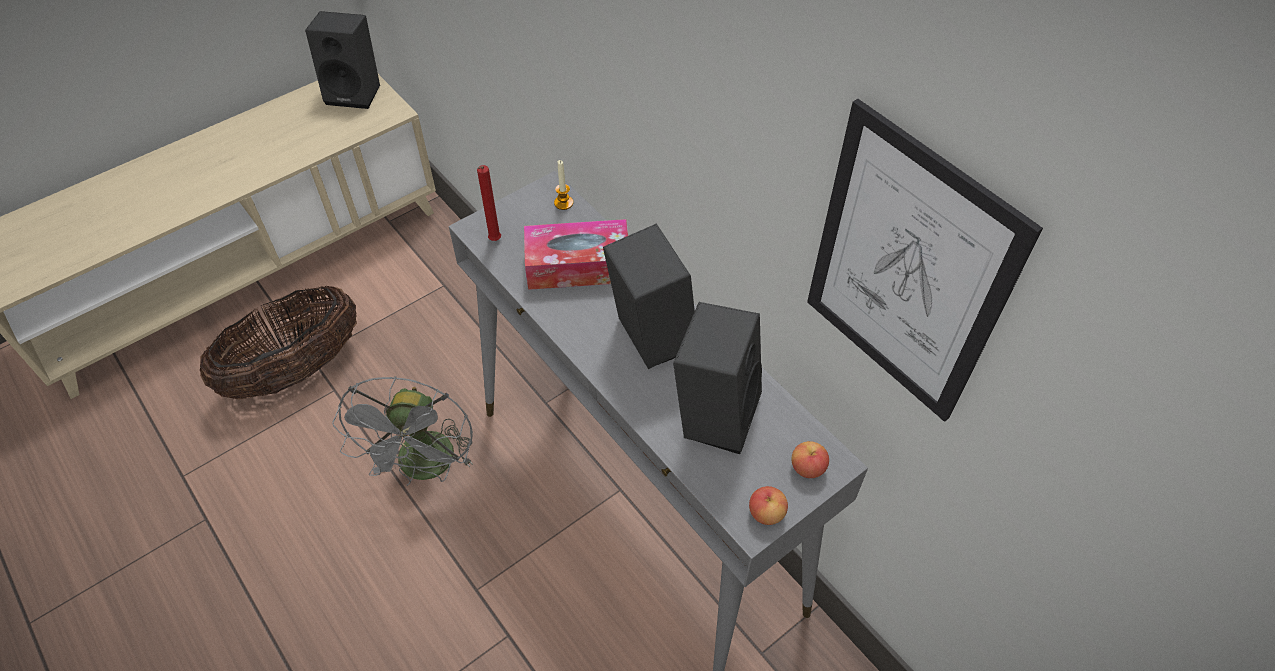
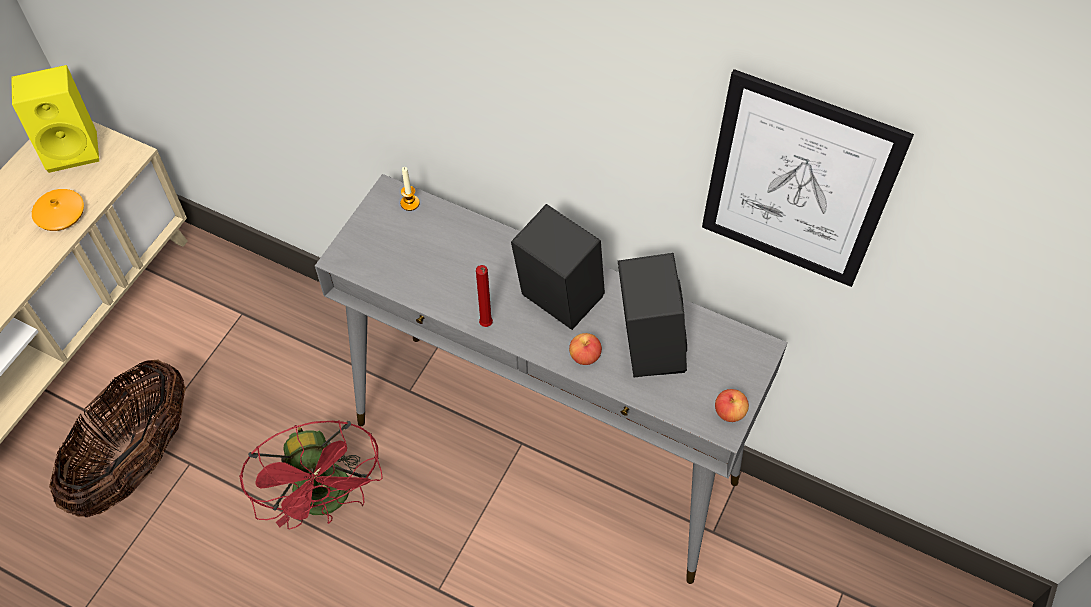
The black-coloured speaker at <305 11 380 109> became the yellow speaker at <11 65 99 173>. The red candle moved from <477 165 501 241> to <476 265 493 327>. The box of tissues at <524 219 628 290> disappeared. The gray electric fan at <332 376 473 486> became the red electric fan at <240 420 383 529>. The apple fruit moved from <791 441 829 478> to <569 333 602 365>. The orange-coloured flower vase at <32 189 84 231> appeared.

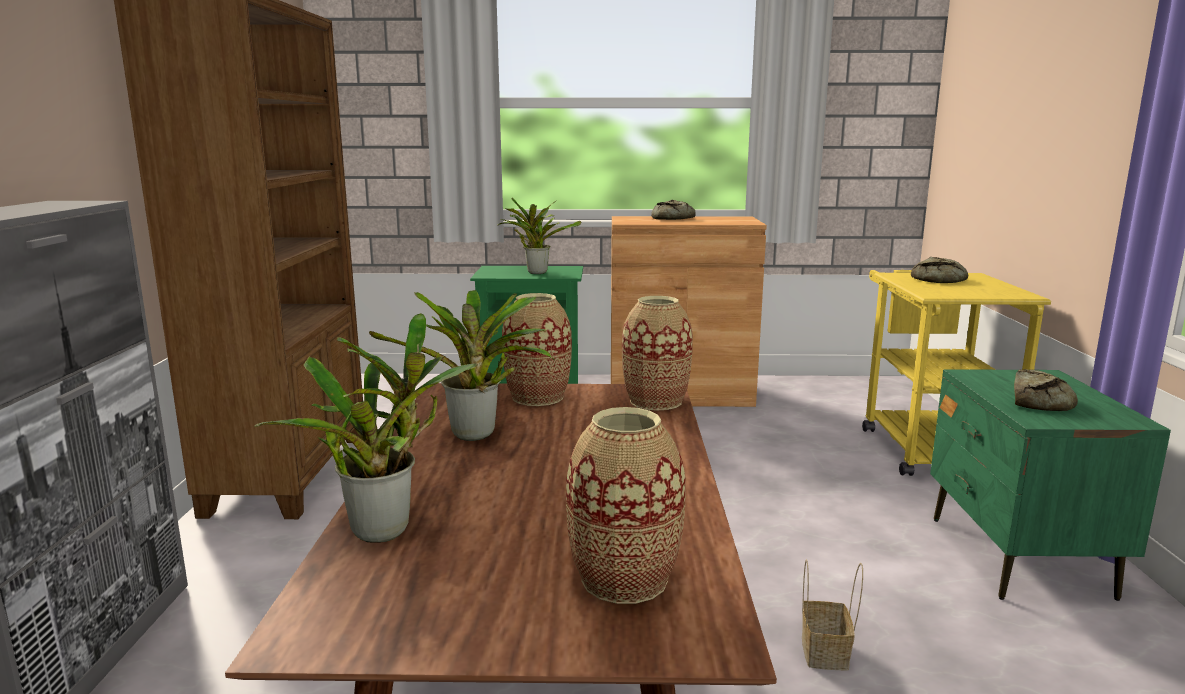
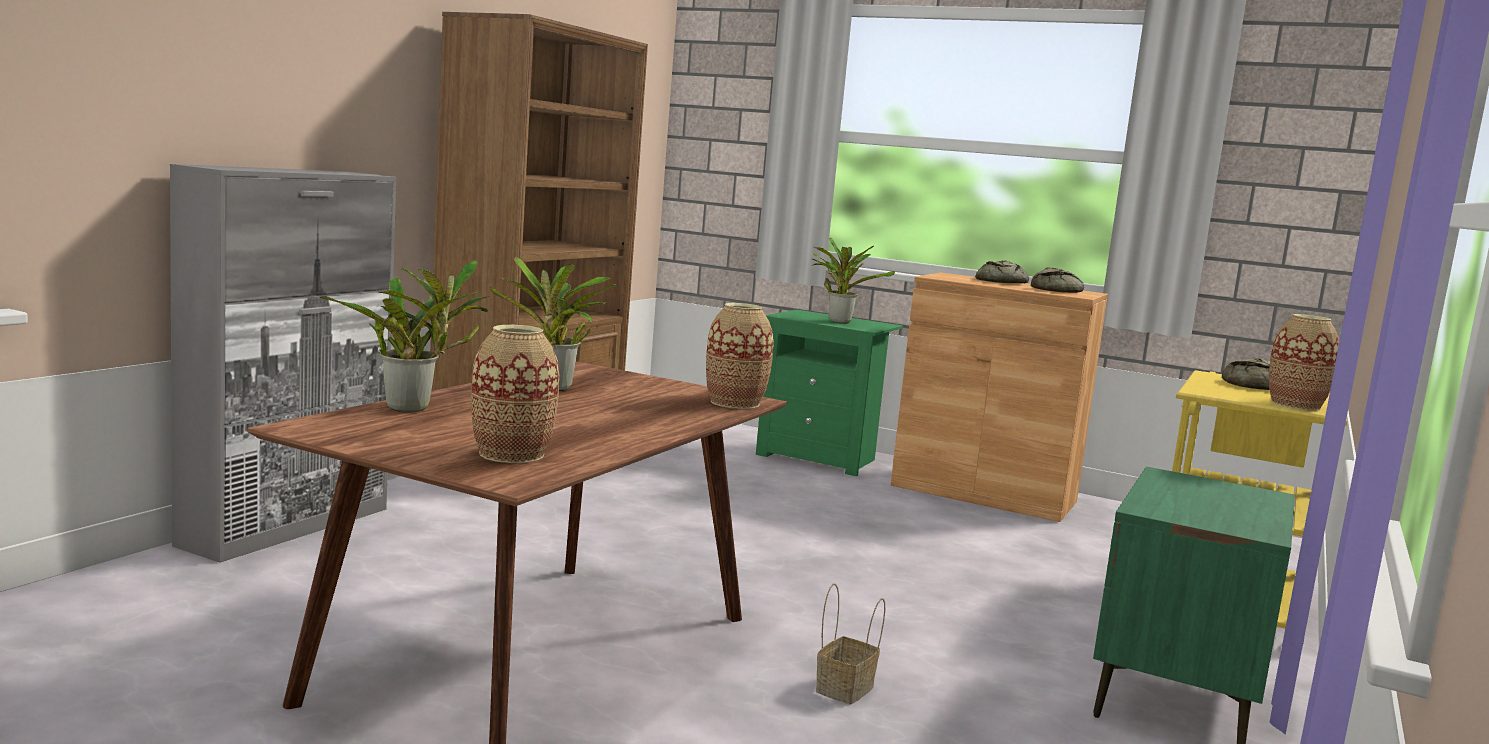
The flower vase moved from <502 293 572 406> to <1269 314 1339 411>. The bread moved from <1014 369 1078 411> to <1031 267 1084 293>.

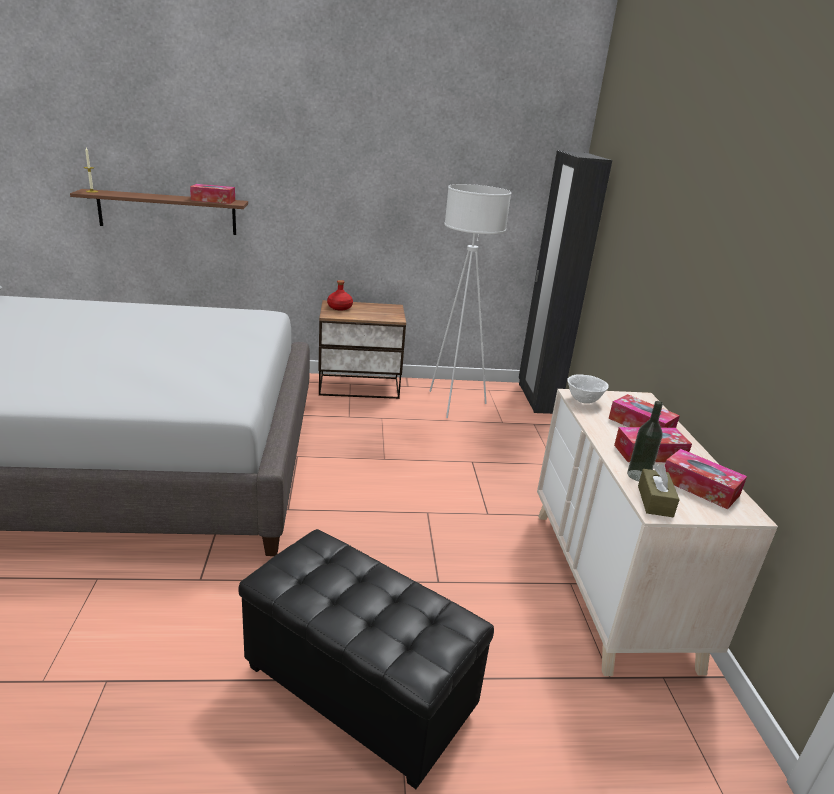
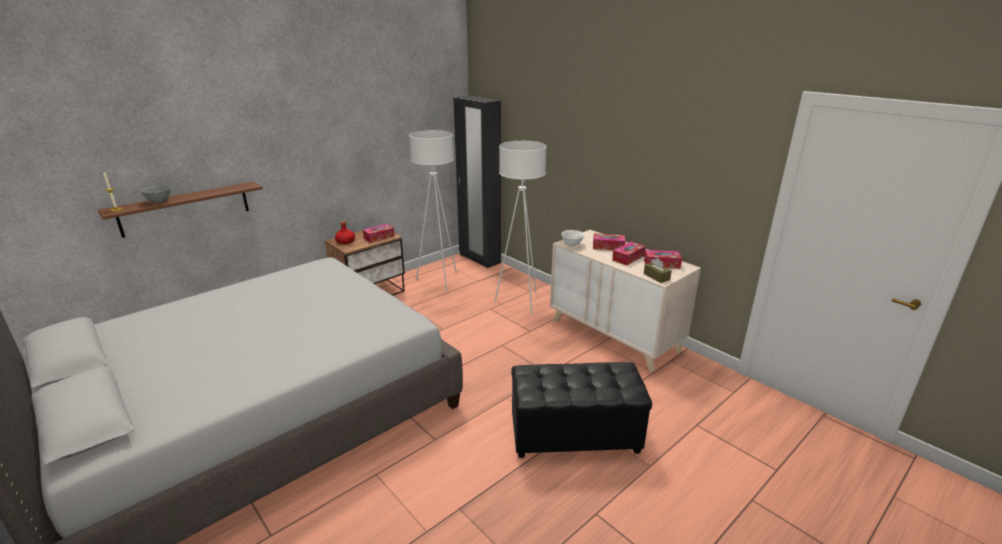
The box of tissues moved from <190 184 235 204> to <363 224 395 243>. The bottle at <627 401 663 481> disappeared. The white-coloured standard lamp at <495 141 547 314> appeared. The gray deep dish at <141 185 171 203> appeared.

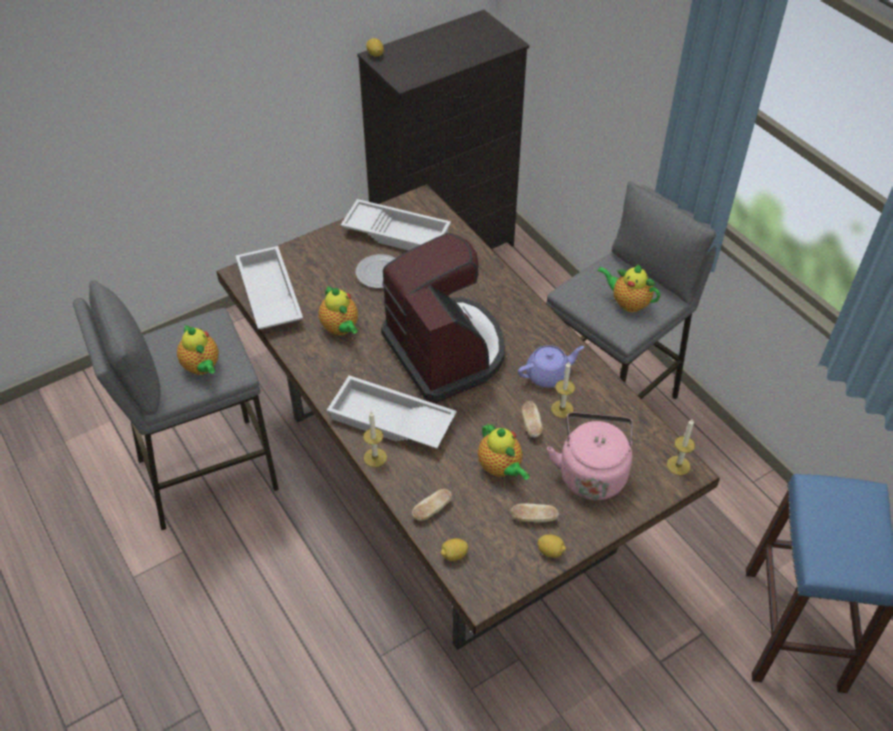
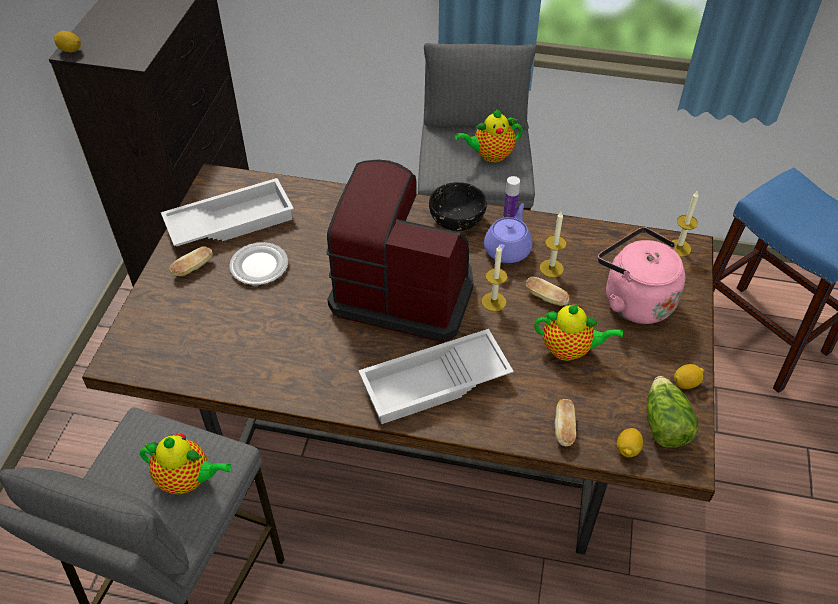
The white-coloured serving tray at <236 246 303 329> disappeared. The pot for tea at <319 286 358 336> disappeared. The candle moved from <363 411 387 467> to <481 245 508 312>. The bread moved from <511 504 559 523> to <170 247 213 276>. The bottle at <503 176 520 218> appeared. The black-coloured deep dish at <429 182 487 231> appeared. The lettuce head at <647 376 698 448> appeared.

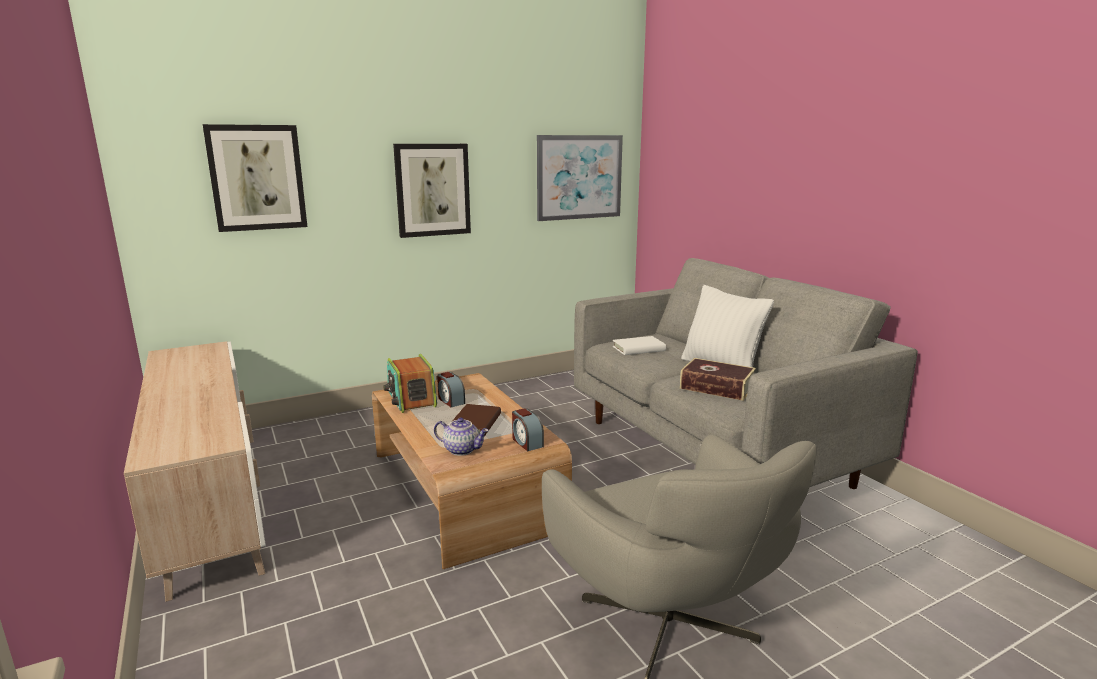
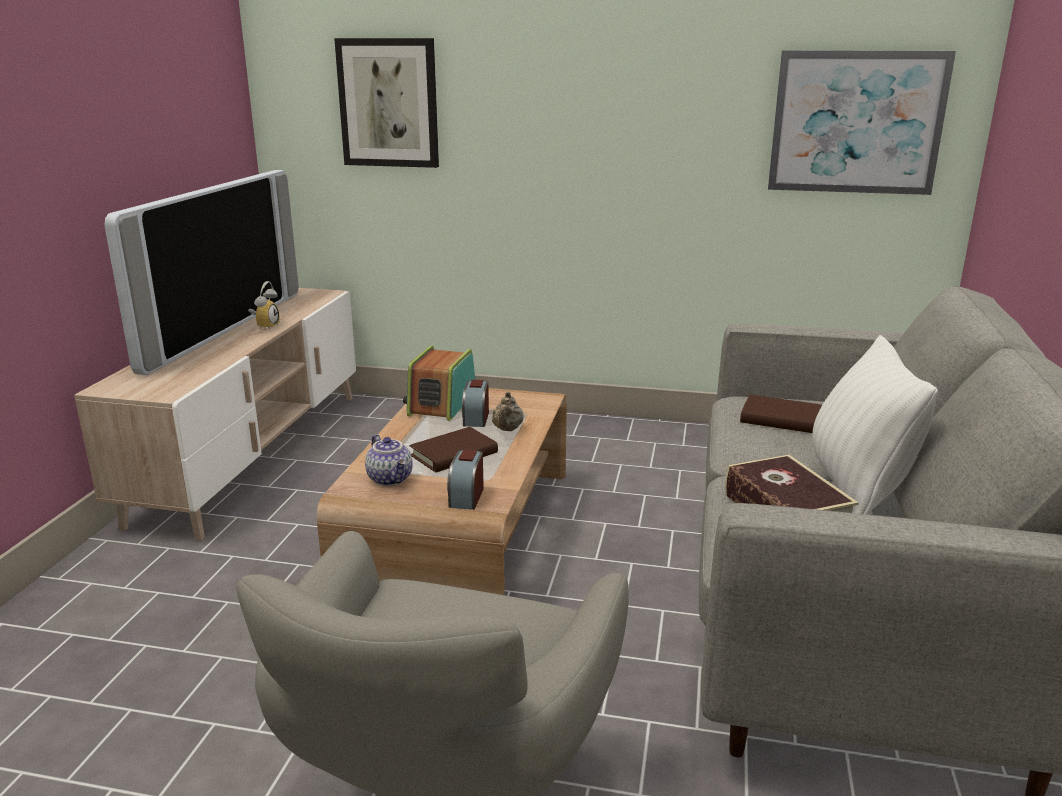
The wall art at <393 144 471 238> disappeared. The white-coloured bound book at <613 336 666 355> became the brown-coloured bound book at <740 395 822 433>. The television at <104 170 299 375> appeared. The alarm clock at <248 281 280 330> appeared. The beige-coloured pot for tea at <492 392 524 431> appeared.

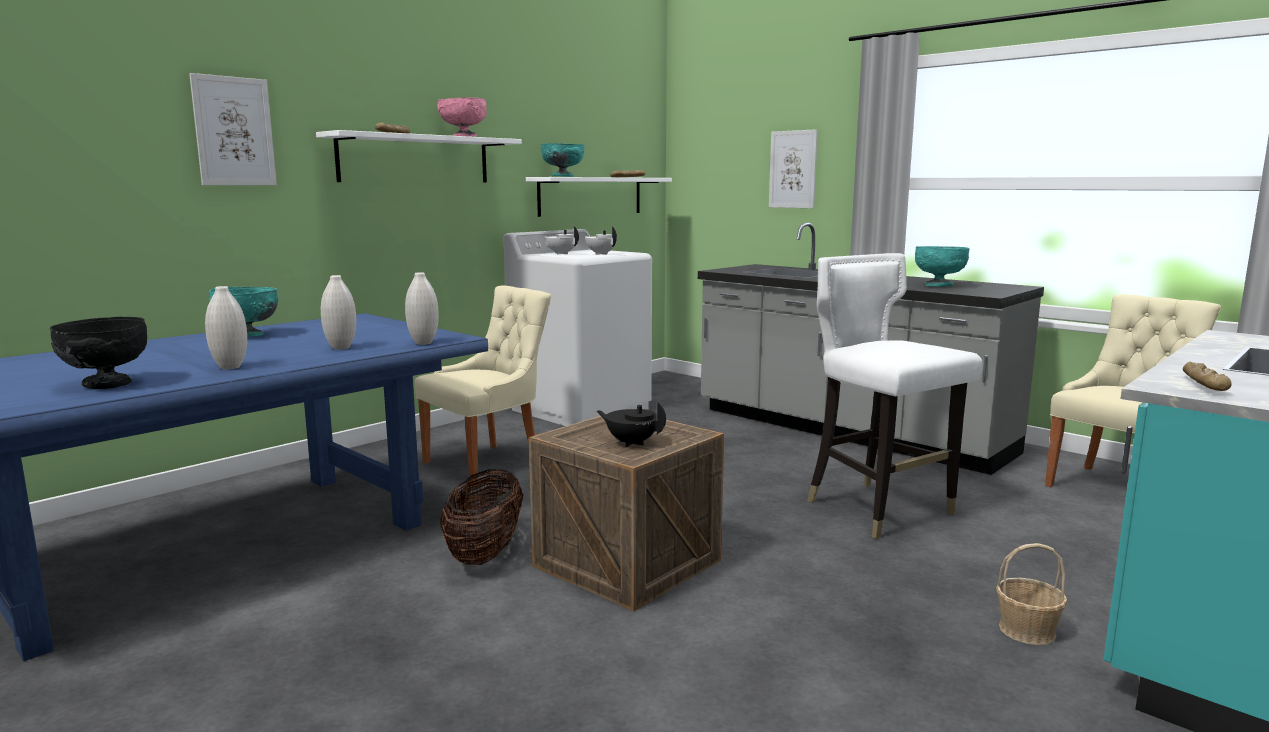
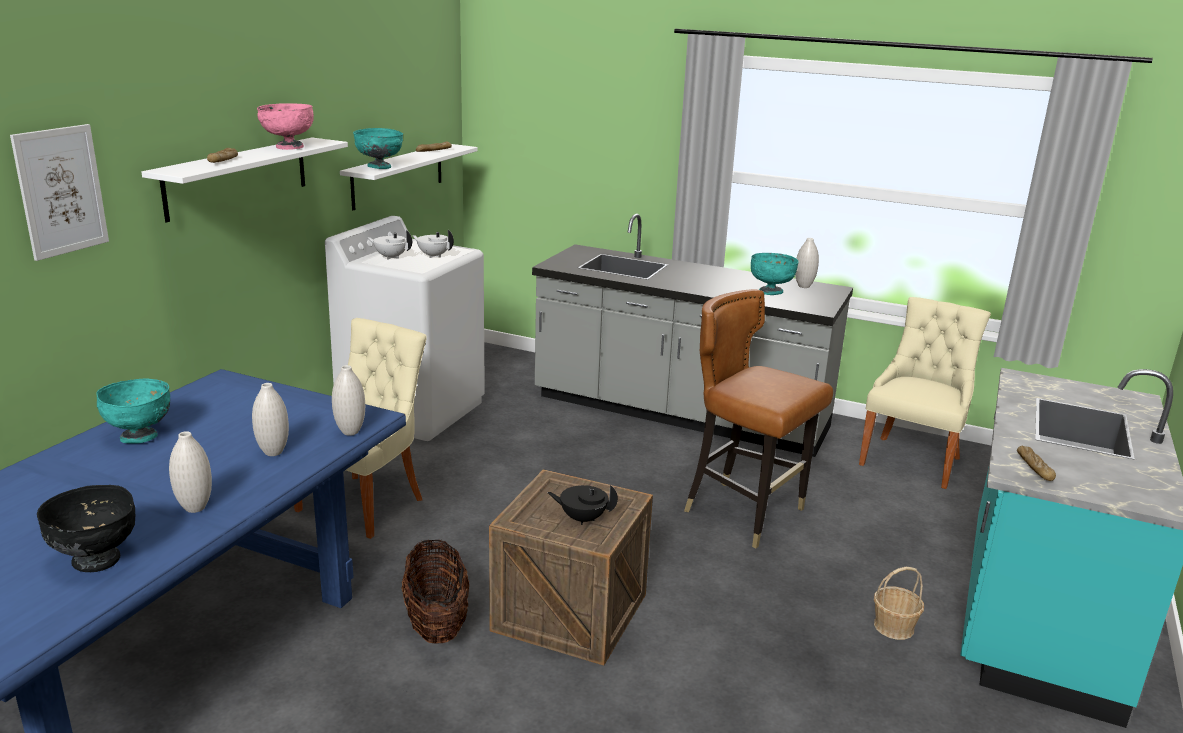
The wall art at <769 129 818 208> disappeared. The white-coloured upright chair at <807 253 983 539> became the brown-coloured upright chair at <684 289 833 548>. The white-coloured flower vase at <795 238 819 288> appeared.

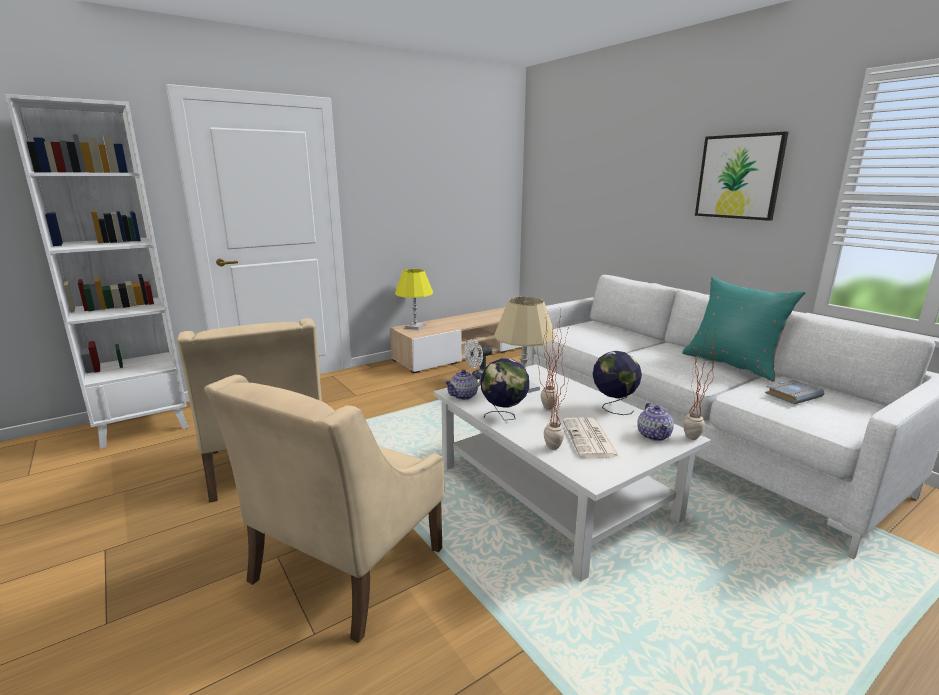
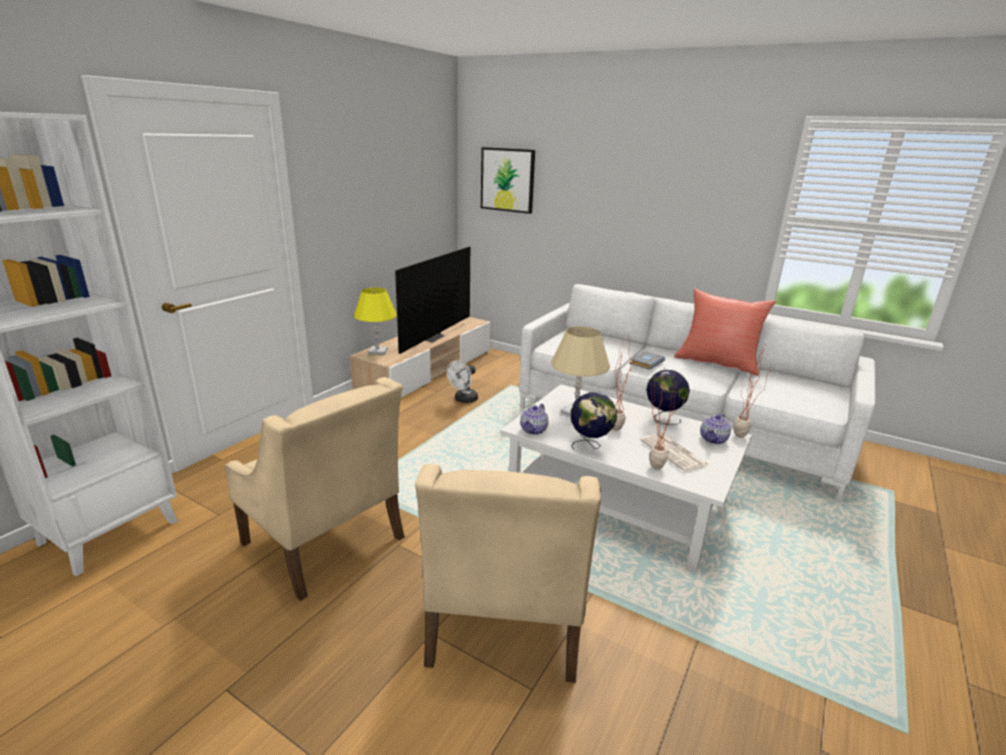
The wall art moved from <695 132 789 221> to <481 147 535 214>. The turquoise-coloured pillow at <682 277 806 382> became the red pillow at <674 289 776 376>. The gray bound book moved from <765 379 825 404> to <629 351 665 370>. The pot for tea at <637 403 674 441> turned 60 degrees clockwise. The television at <395 246 470 354> appeared.

